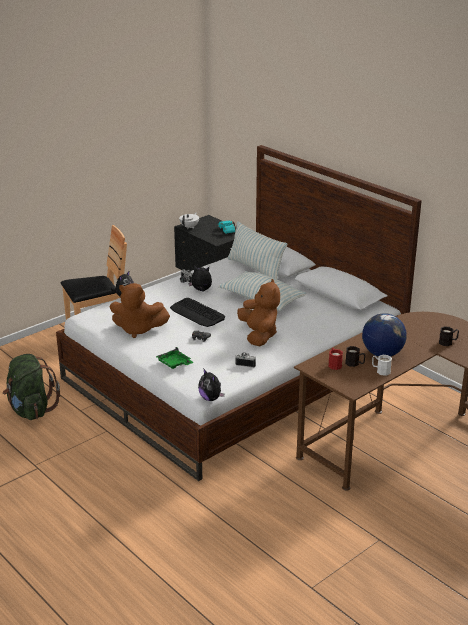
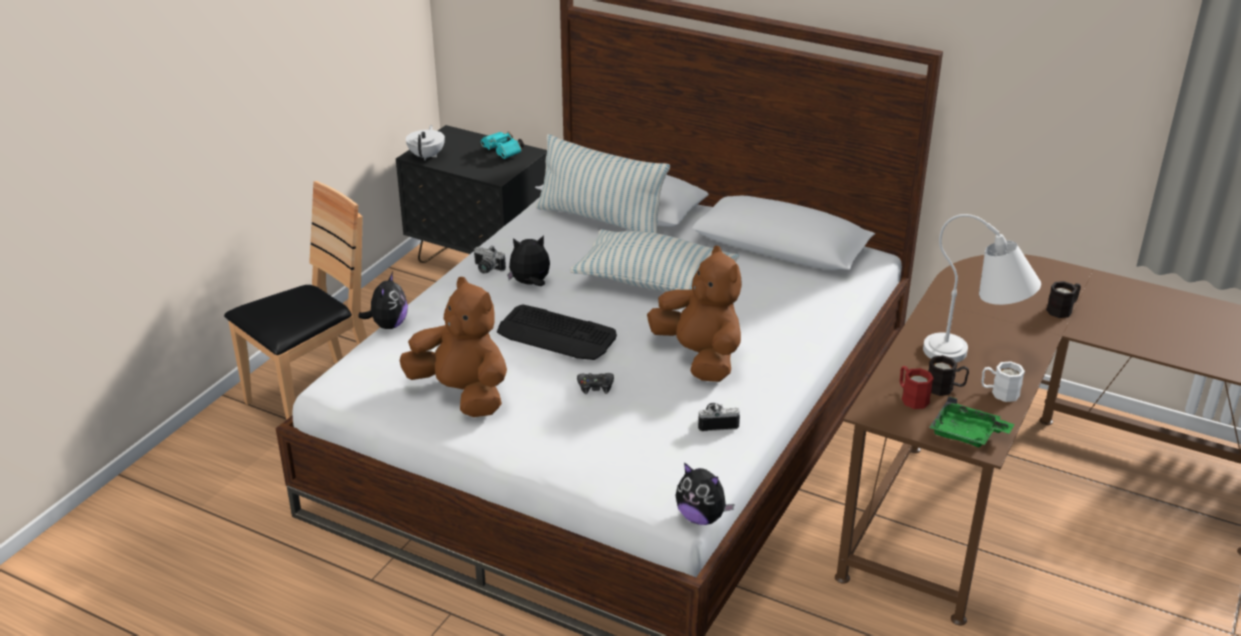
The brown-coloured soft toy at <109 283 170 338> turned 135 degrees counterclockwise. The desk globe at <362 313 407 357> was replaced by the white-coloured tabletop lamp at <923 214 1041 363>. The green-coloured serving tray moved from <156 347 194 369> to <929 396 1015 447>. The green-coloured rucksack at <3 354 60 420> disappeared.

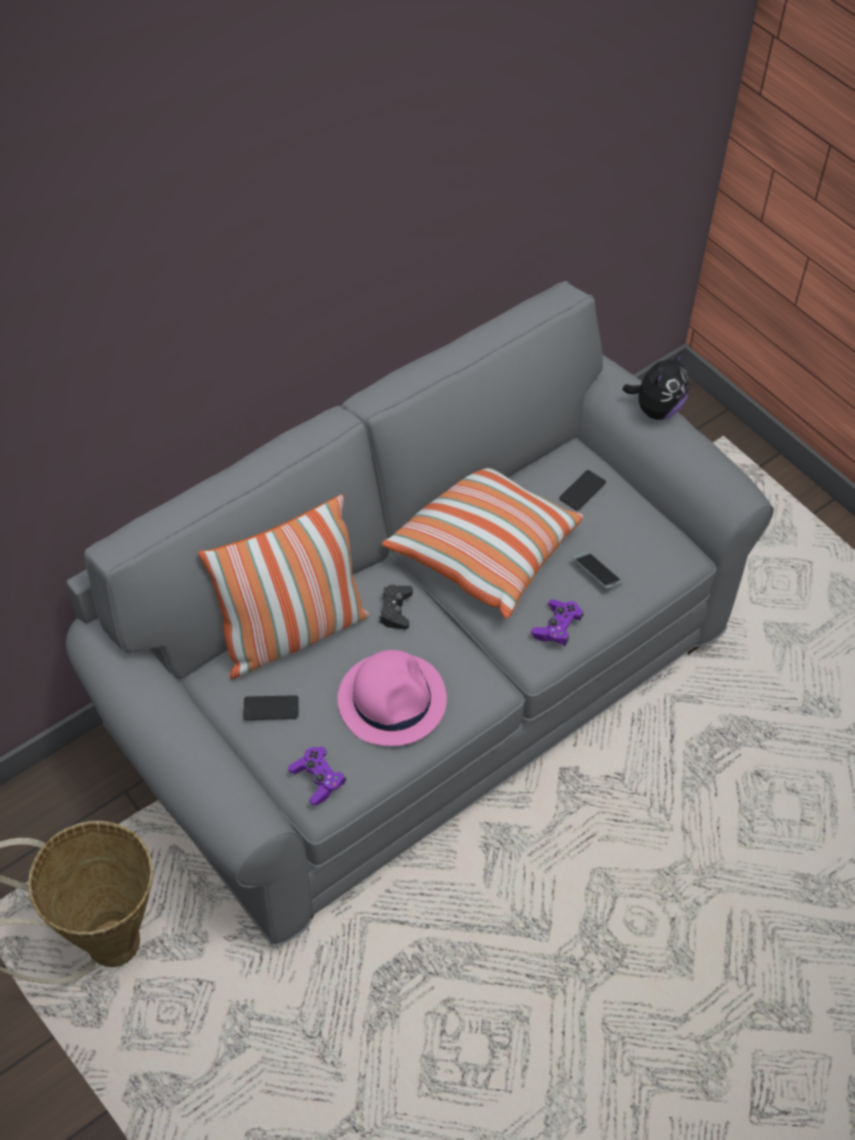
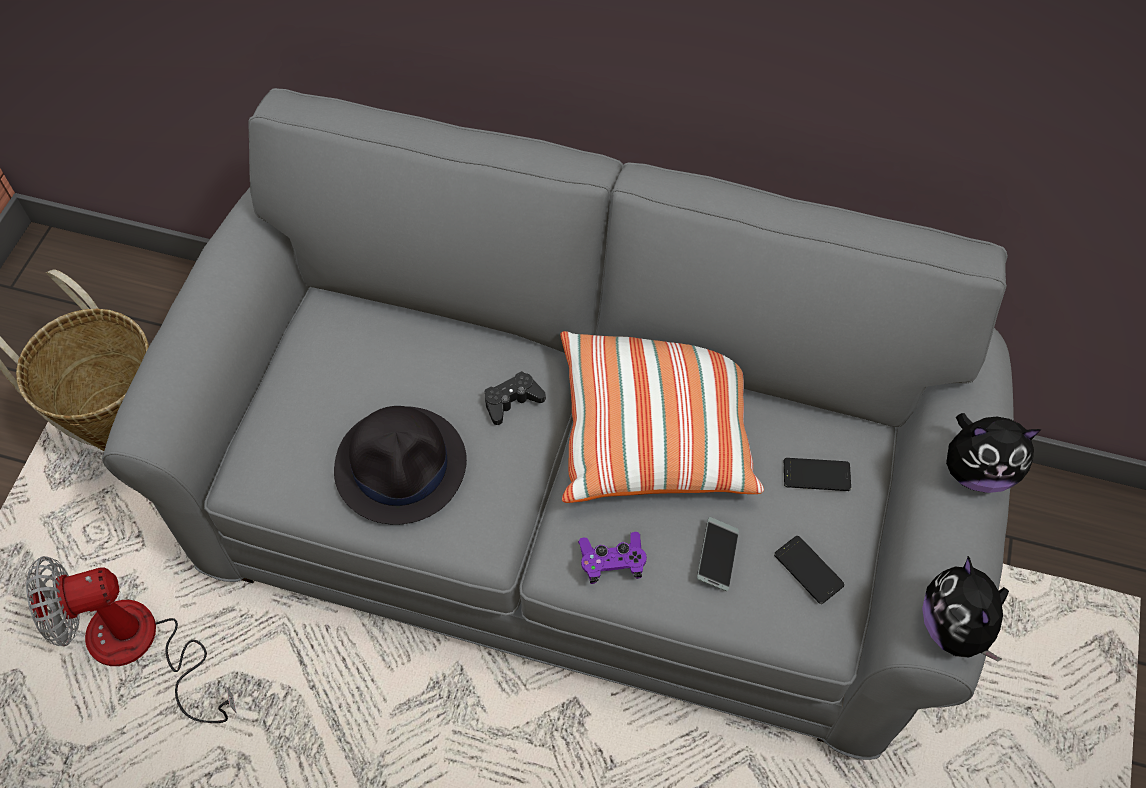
The pillow at <198 494 370 679> disappeared. The pinkish clothing hat at <338 650 447 746> became the black-coloured clothing hat at <334 406 467 525>. The telephone moved from <243 695 299 720> to <774 536 845 604>. The purple-coloured gamepad at <288 746 346 805> disappeared. The electric fan at <26 556 237 723> appeared. The soft toy at <922 556 1009 662> appeared.

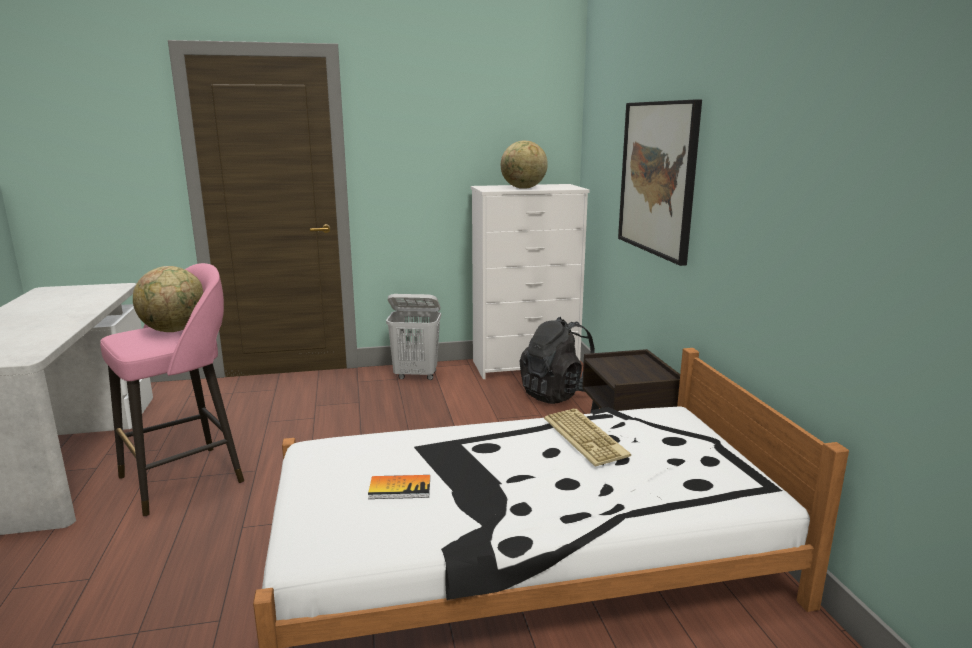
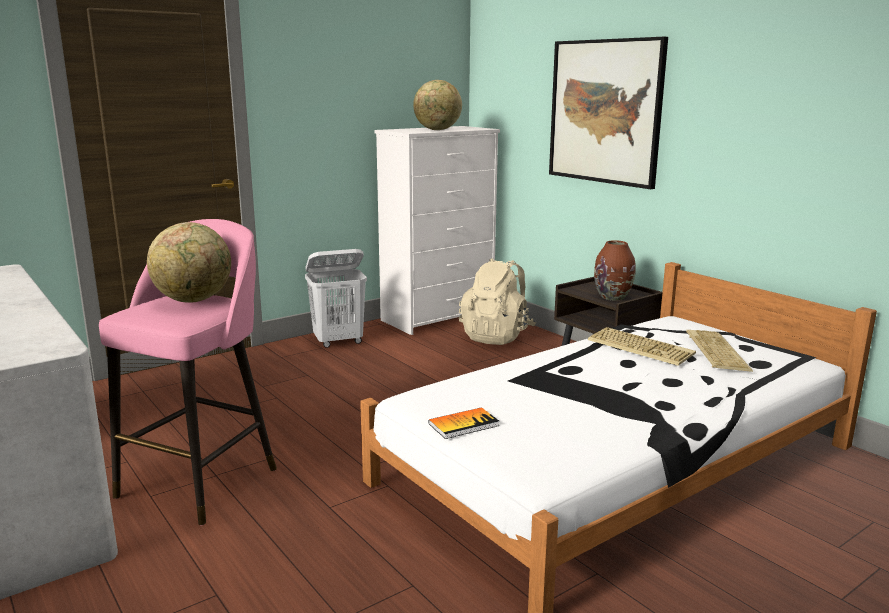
The black-coloured rucksack at <520 317 595 404> became the beige-coloured rucksack at <459 258 536 345>. The bound book moved from <368 475 430 499> to <429 407 499 439>. The brown-coloured flower vase at <594 240 636 301> appeared. The PC keyboard at <686 330 753 372> appeared.

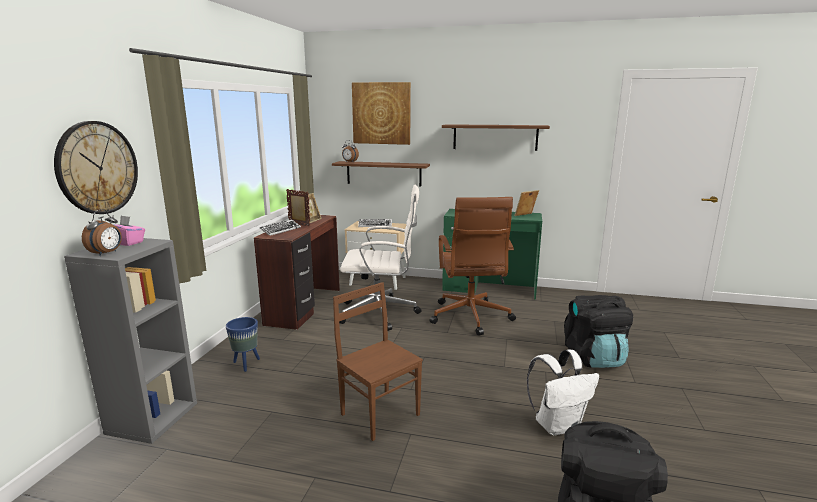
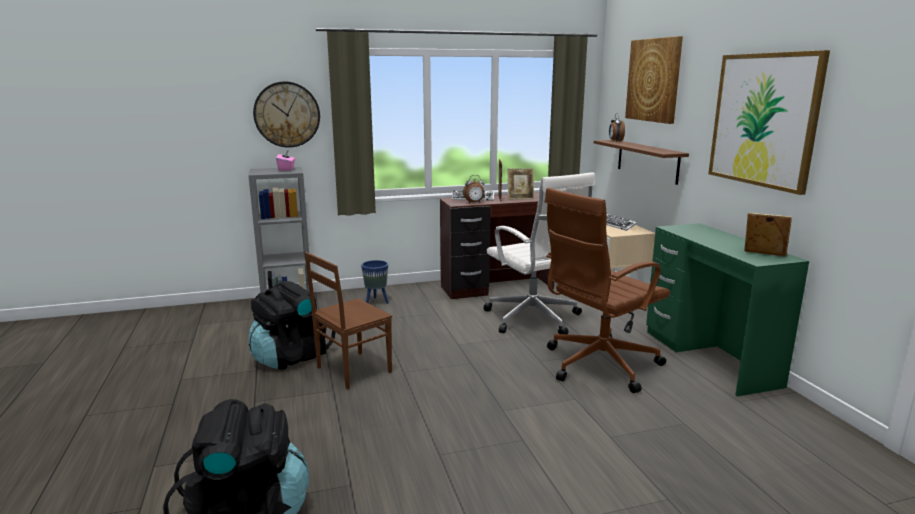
The brown-coloured wall shelf at <442 124 550 151> was replaced by the wall art at <708 50 830 195>. The alarm clock moved from <82 209 122 256> to <463 175 484 203>. The brown-coloured upright chair at <333 282 423 441> turned 150 degrees counterclockwise. The black-coloured rucksack moved from <564 295 633 368> to <249 281 336 370>. The white-coloured rucksack at <527 350 599 436> disappeared.

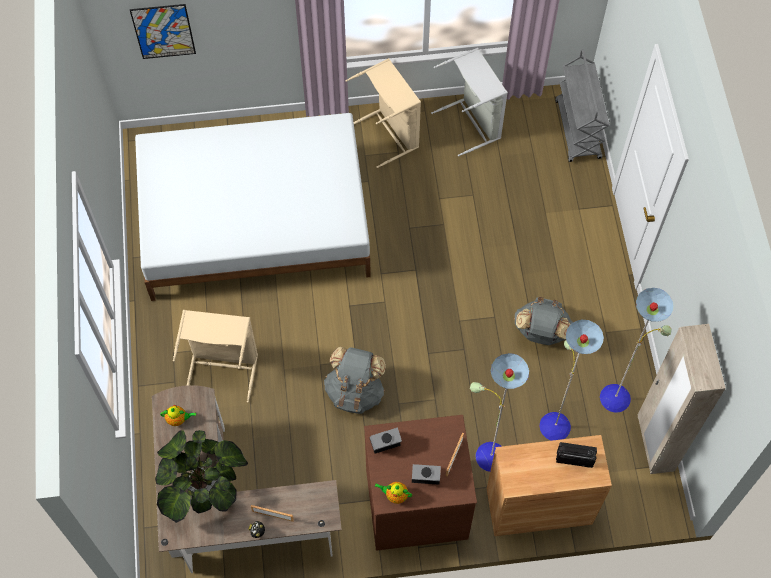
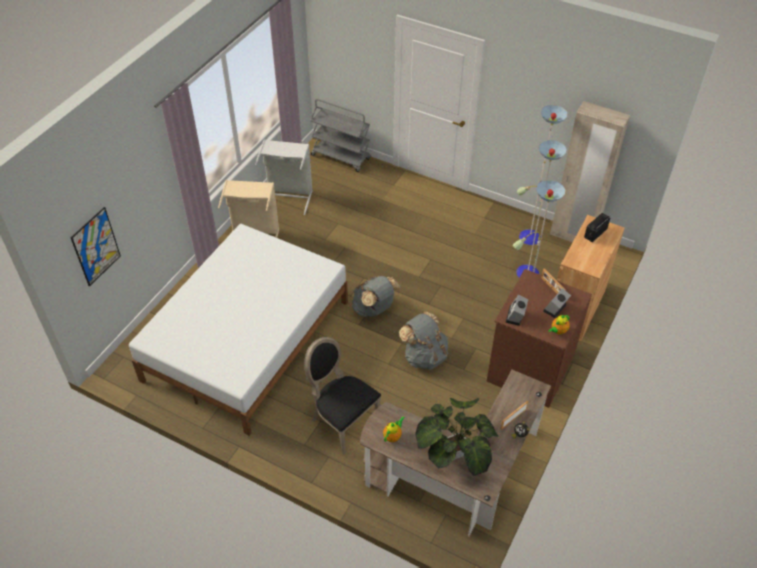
The gray rucksack moved from <514 297 573 345> to <352 276 401 317>. The beige-coloured laundry basket at <173 310 258 403> was replaced by the black-coloured upright chair at <304 337 381 454>.

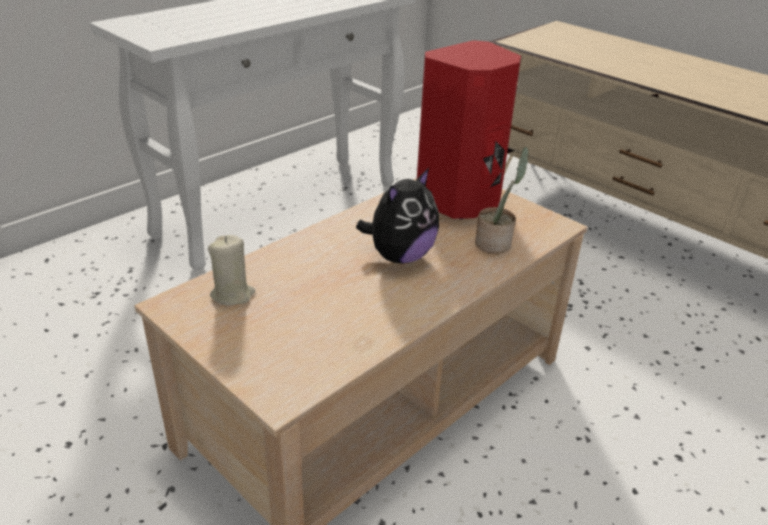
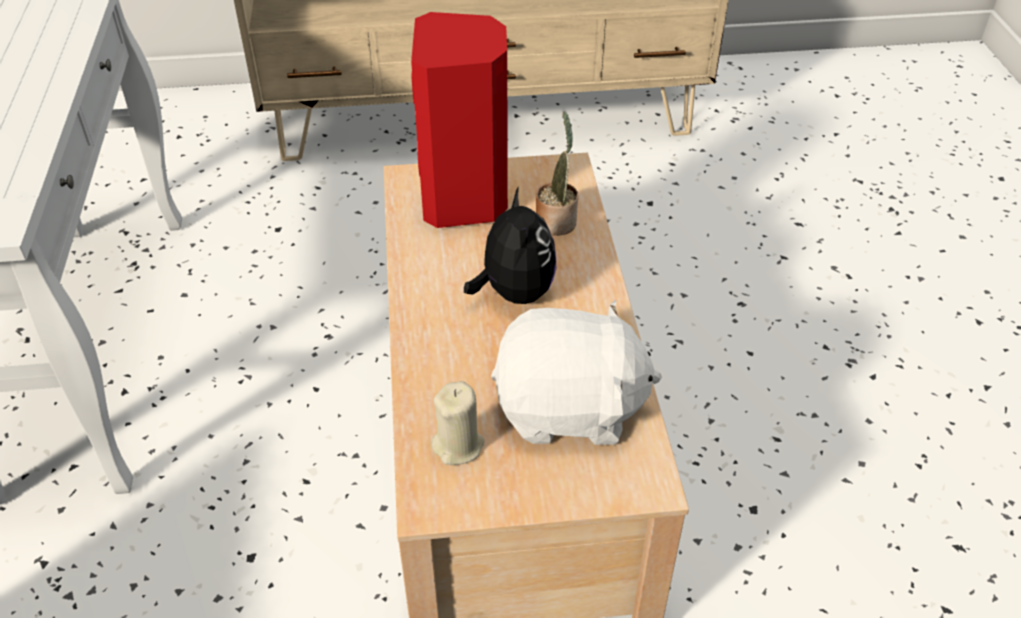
The white-coloured soft toy at <491 300 662 445> appeared.

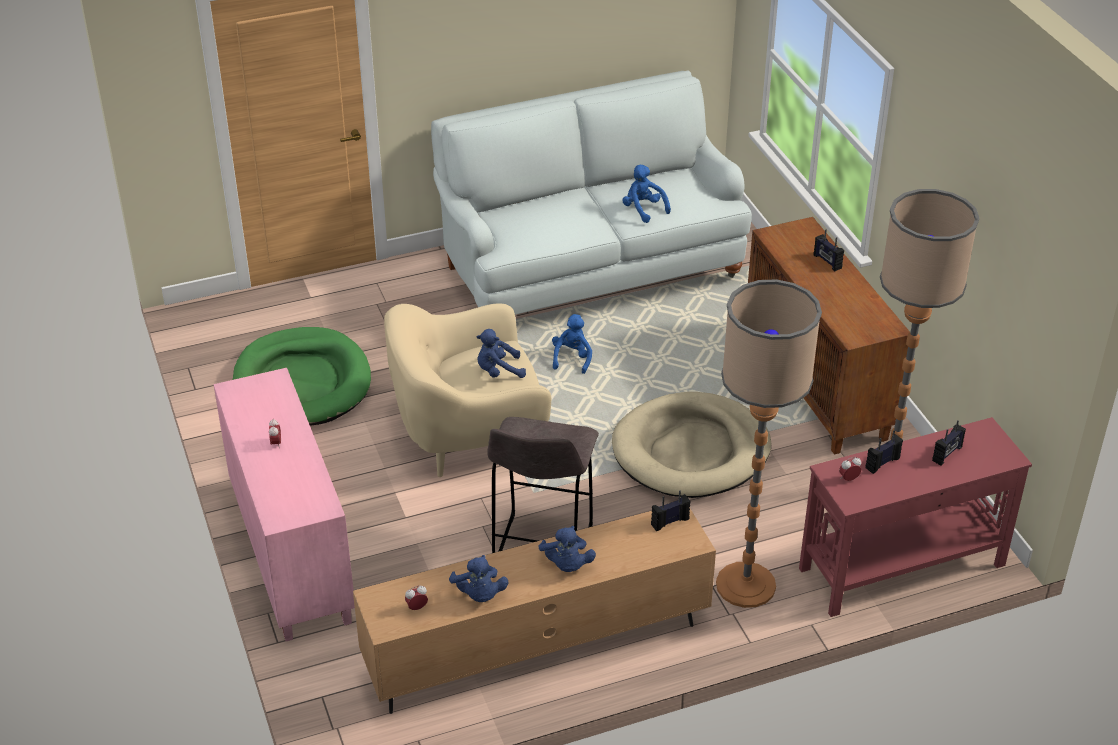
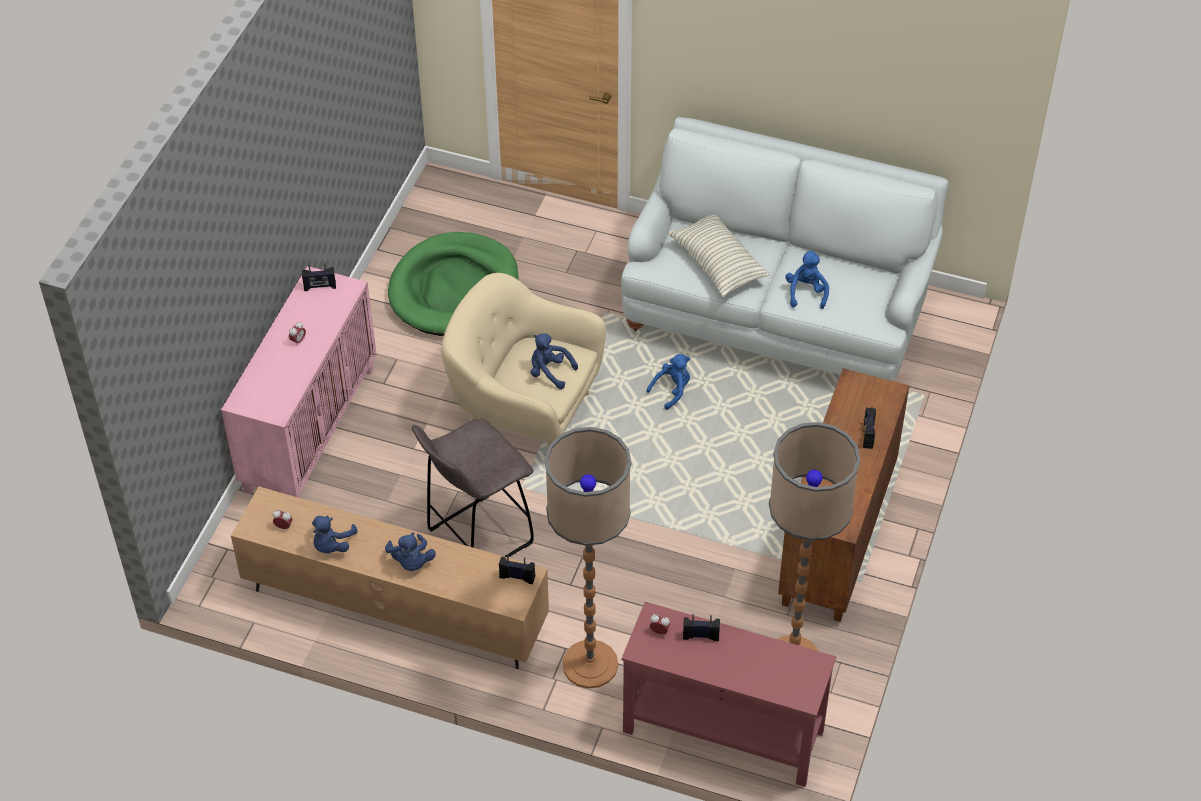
The beige-coloured dog bed at <612 392 771 498> disappeared. The radio set moved from <932 420 966 466> to <302 263 336 291>. The blue-coloured soft toy at <538 526 596 572> turned 45 degrees counterclockwise. The pillow at <668 215 770 297> appeared.

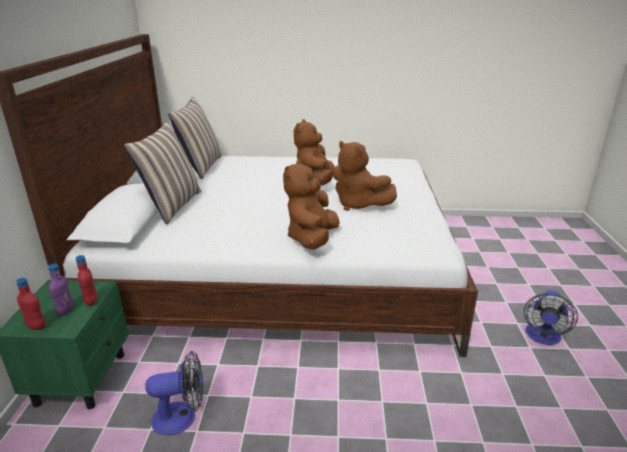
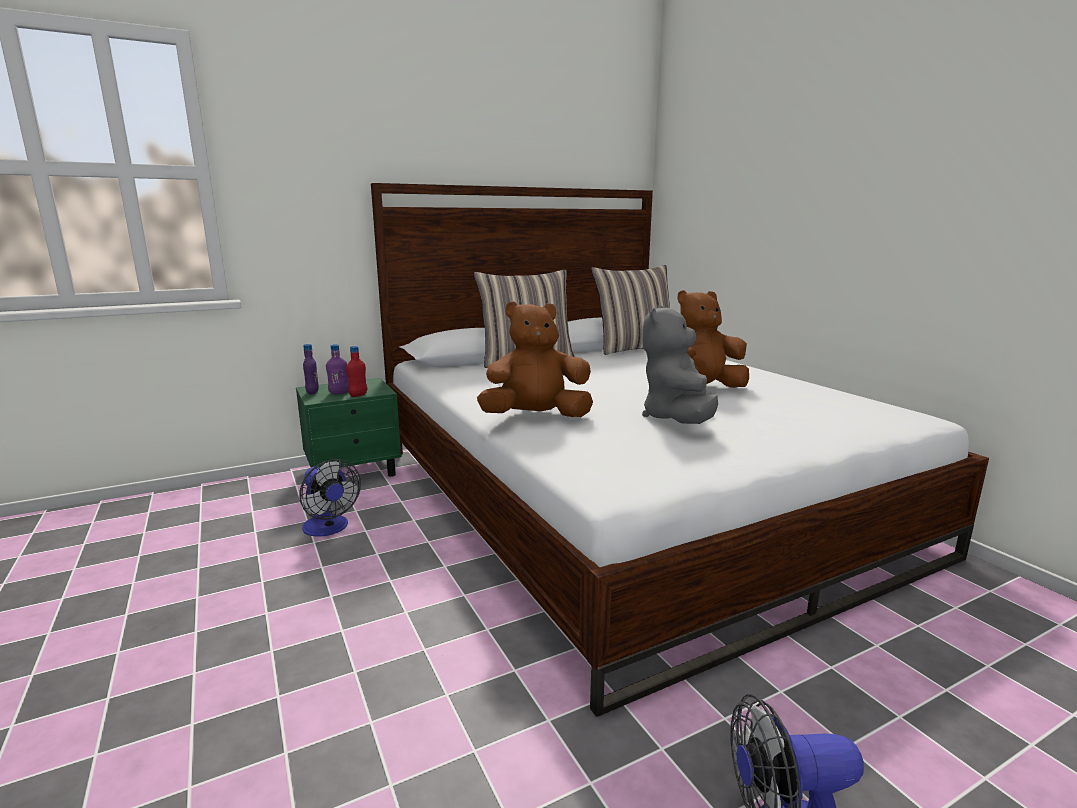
The brown-coloured soft toy at <332 141 397 211> became the gray soft toy at <642 305 718 424>. The red bottle at <16 278 46 330> became the purple-coloured bottle at <303 344 319 395>.

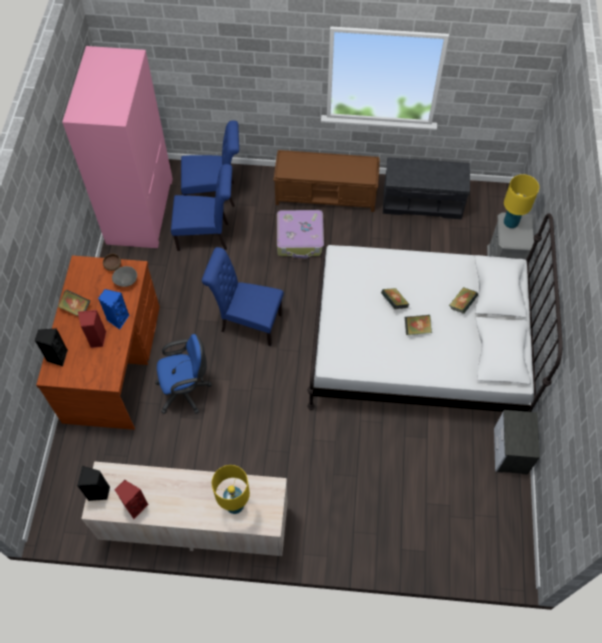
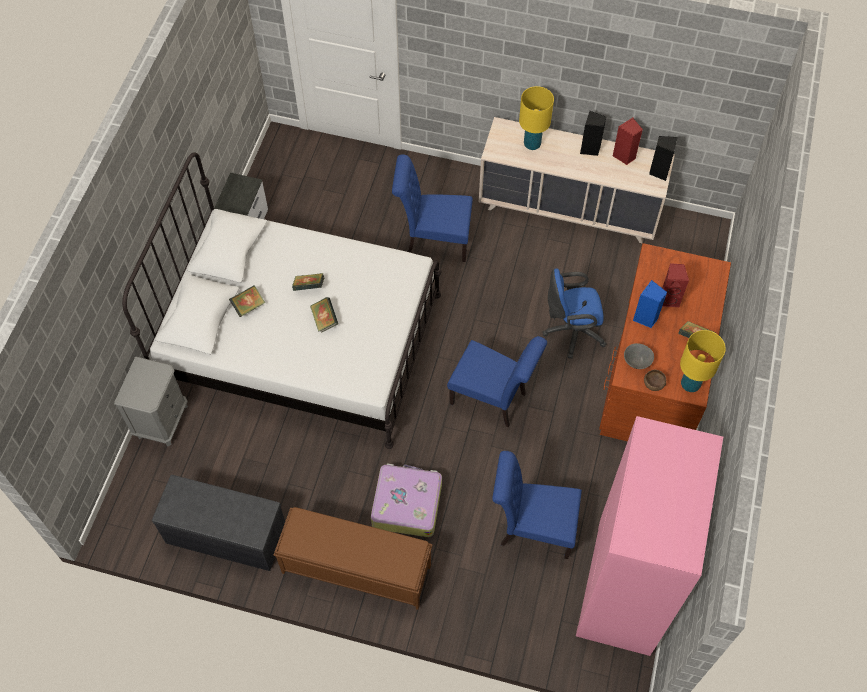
The blue-coloured upright chair moved from <181 120 239 207> to <392 155 473 262>. The yellow tabletop lamp moved from <504 174 539 228> to <680 330 726 392>. The black-coloured speaker moved from <35 328 68 366> to <580 111 606 156>.

